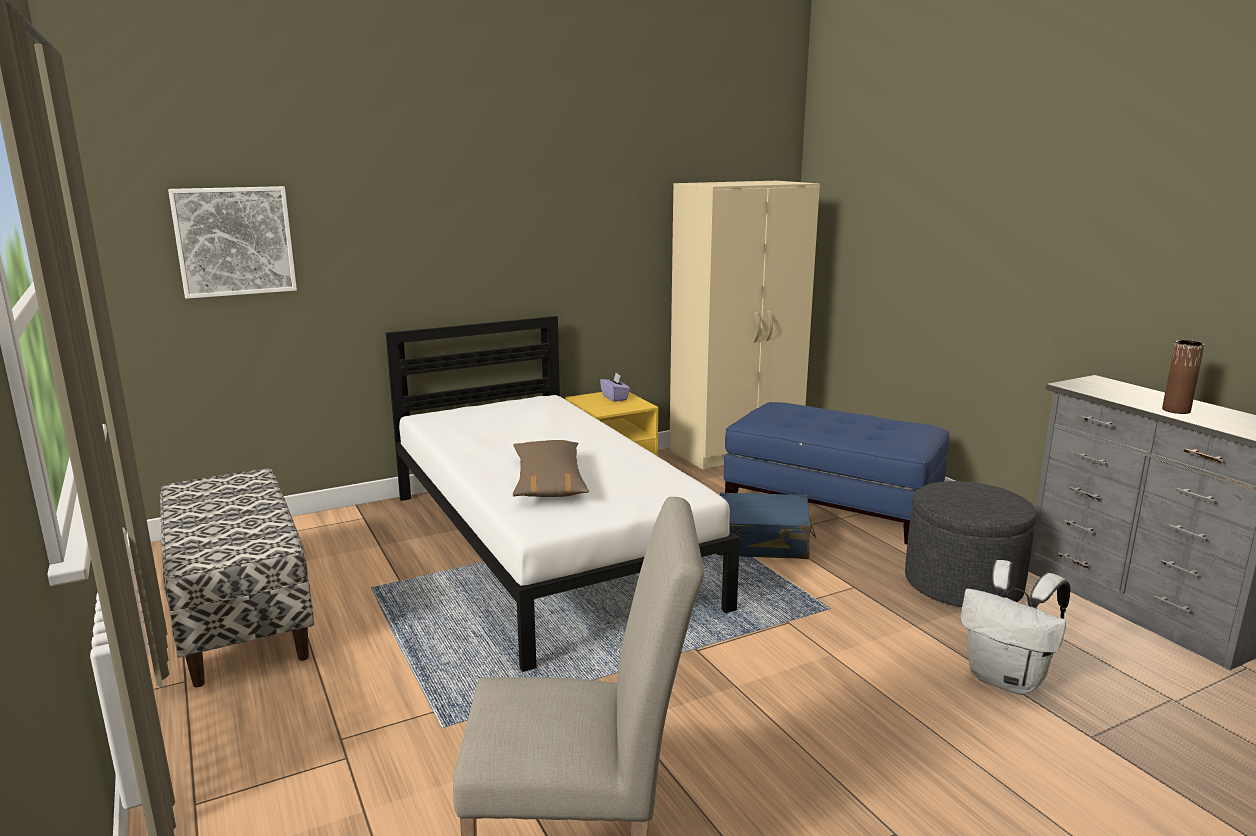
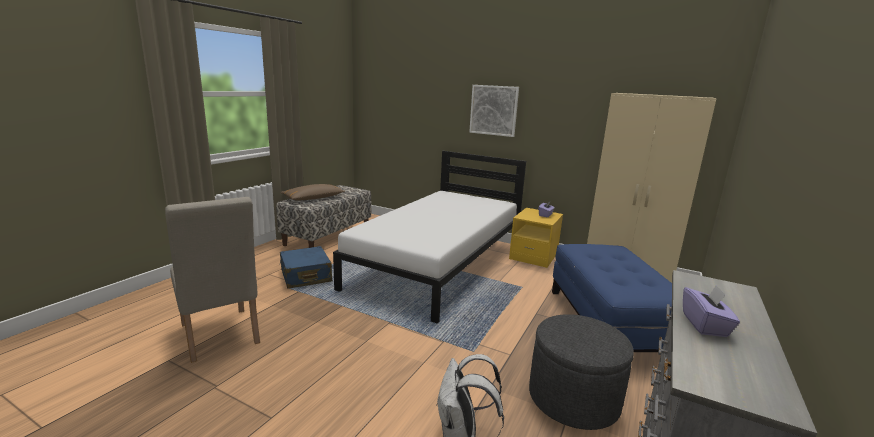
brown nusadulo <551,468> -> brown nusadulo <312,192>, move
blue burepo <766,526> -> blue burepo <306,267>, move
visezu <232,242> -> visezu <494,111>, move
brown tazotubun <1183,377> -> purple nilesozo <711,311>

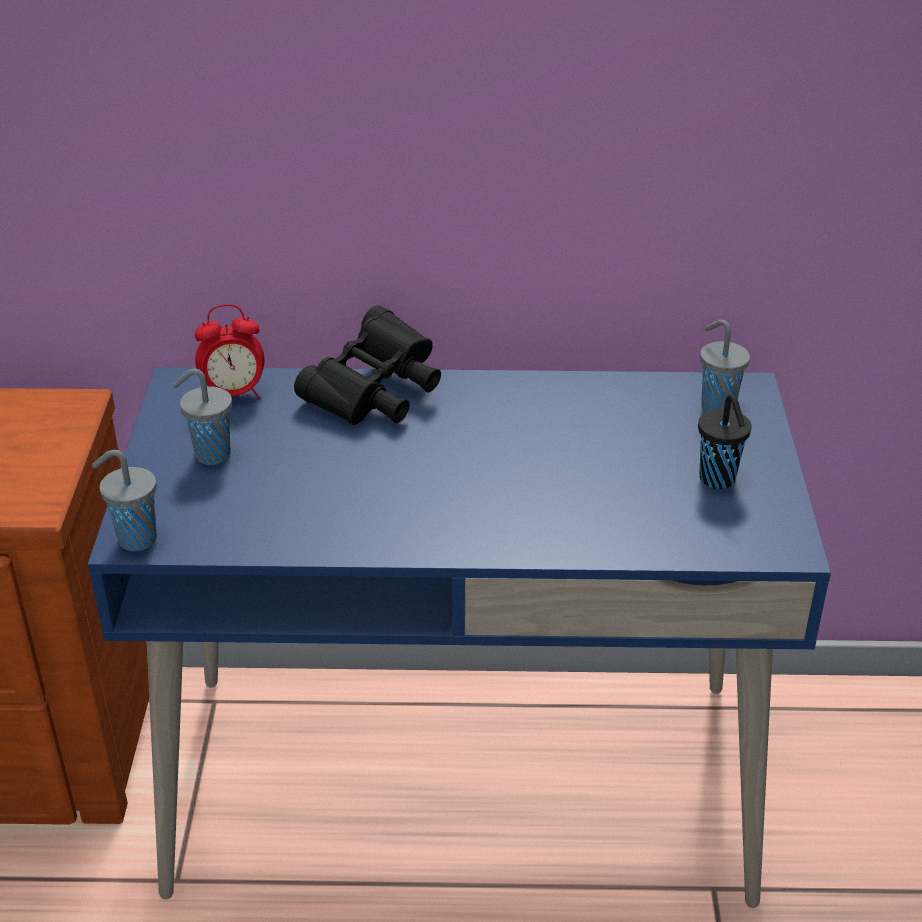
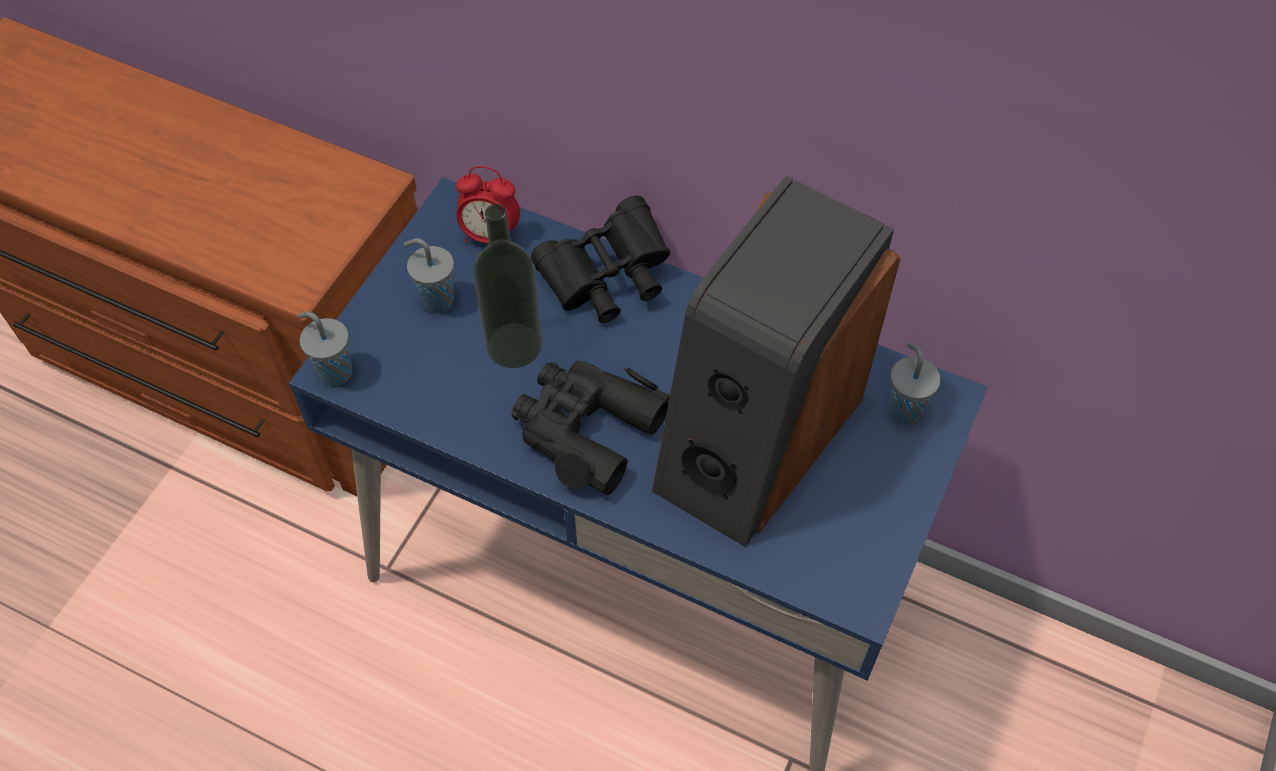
none -> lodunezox <507,286>
none -> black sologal <590,428>
none -> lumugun <776,361>
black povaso <725,441> -> none

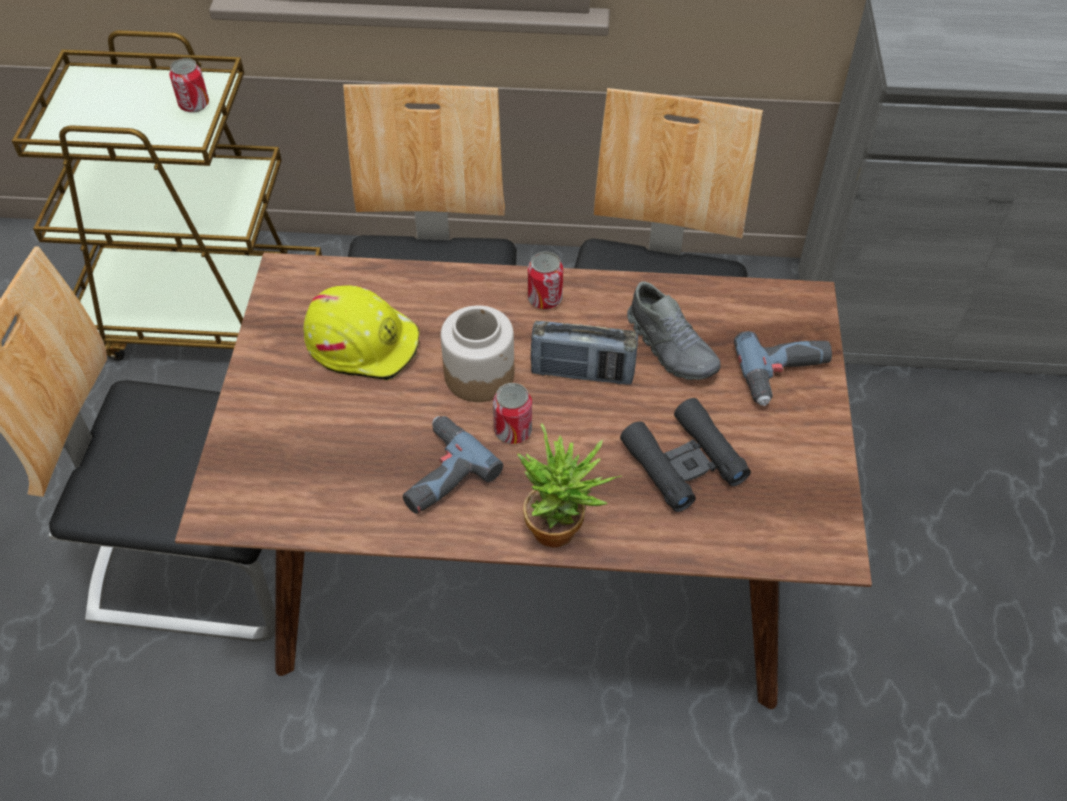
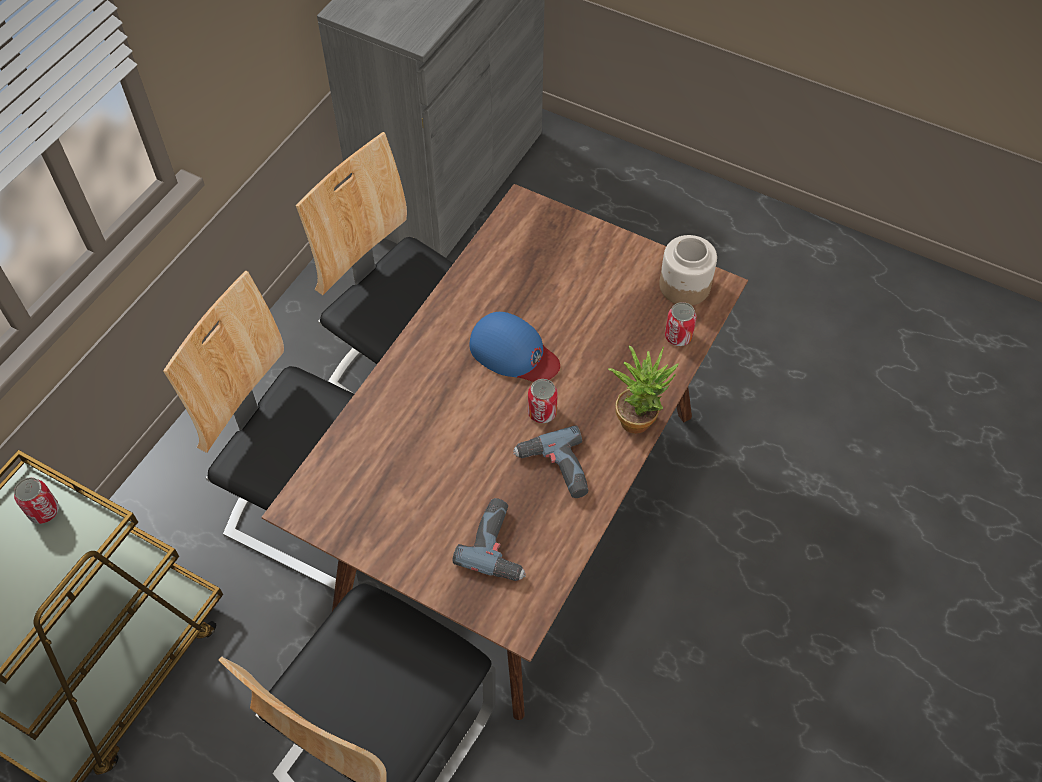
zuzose <783,368> -> zuzose <489,539>, move
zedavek <584,352> -> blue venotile <515,347>
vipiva <477,353> -> vipiva <688,270>, move
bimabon <545,280> -> bimabon <680,324>, move
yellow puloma <361,332> -> none
black sologal <685,455> -> none
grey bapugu <674,330> -> none

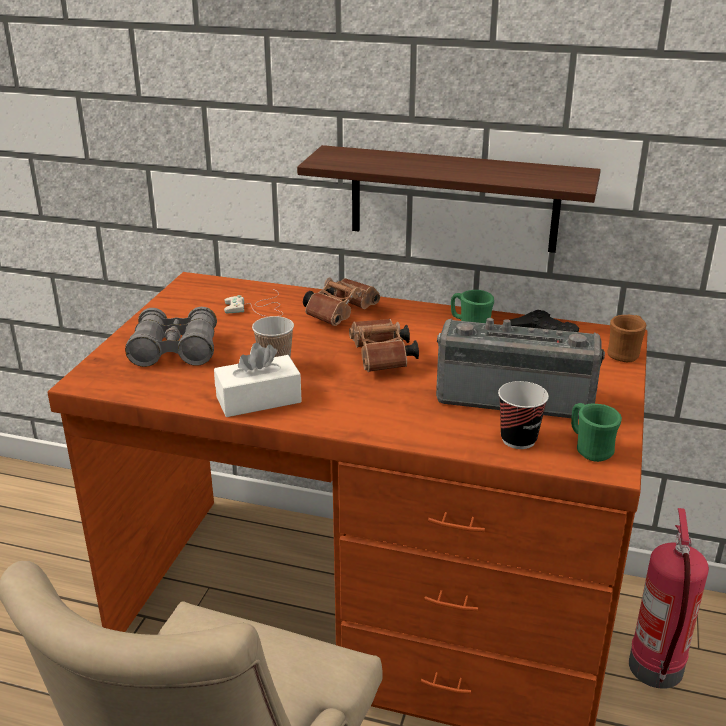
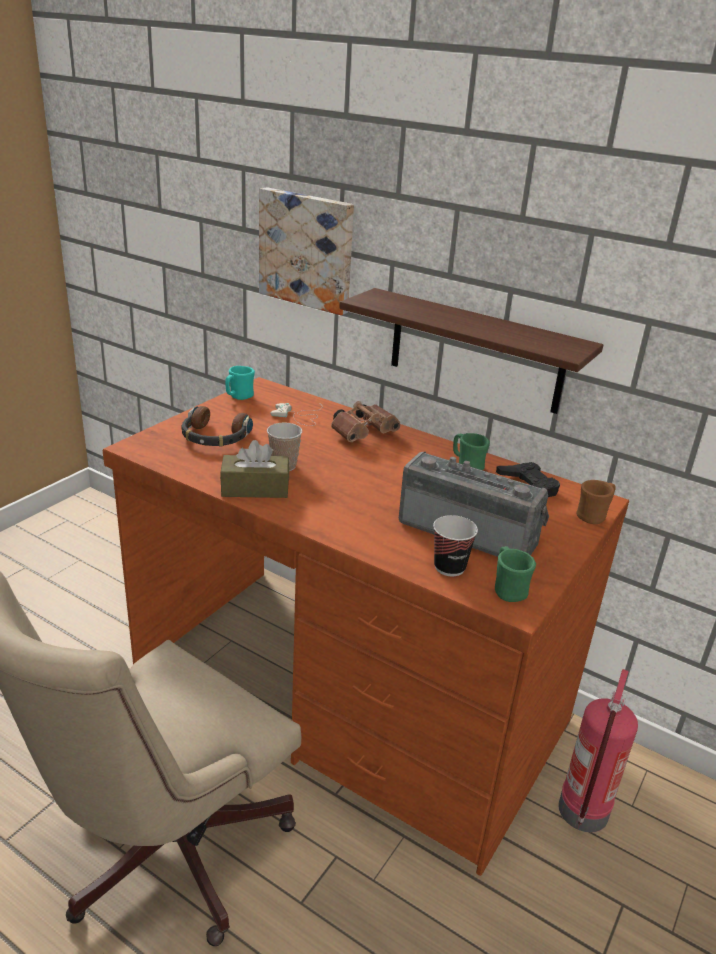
grey sologal <171,337> -> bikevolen <217,426>
white nilesozo <258,380> -> brown nilesozo <254,469>
none -> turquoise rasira <240,383>
none -> visezu <306,251>
brown sologal <384,345> -> none

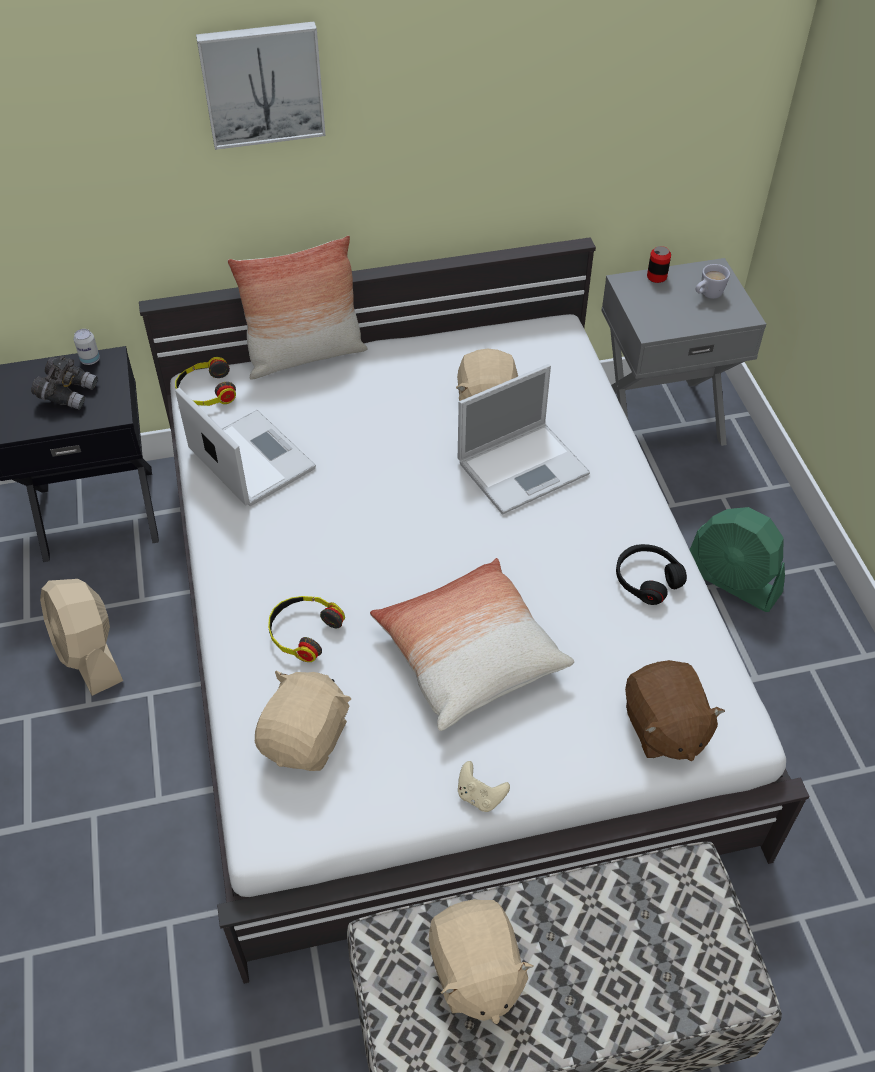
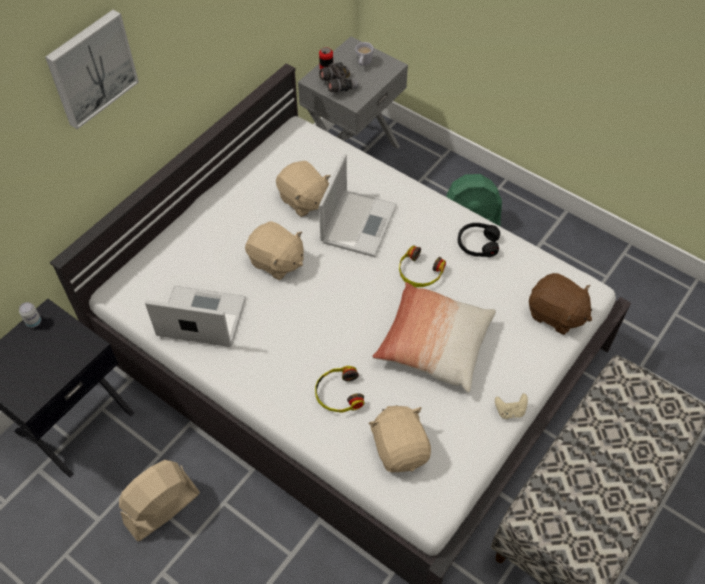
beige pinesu <81,637> -> beige pinesu <159,501>, 120 degrees clockwise
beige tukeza <481,961> -> beige tukeza <274,250>, move
grey sologal <64,383> -> grey sologal <339,77>, move
bikevolen <205,381> -> bikevolen <422,266>, move
nusadulo <298,308> -> none

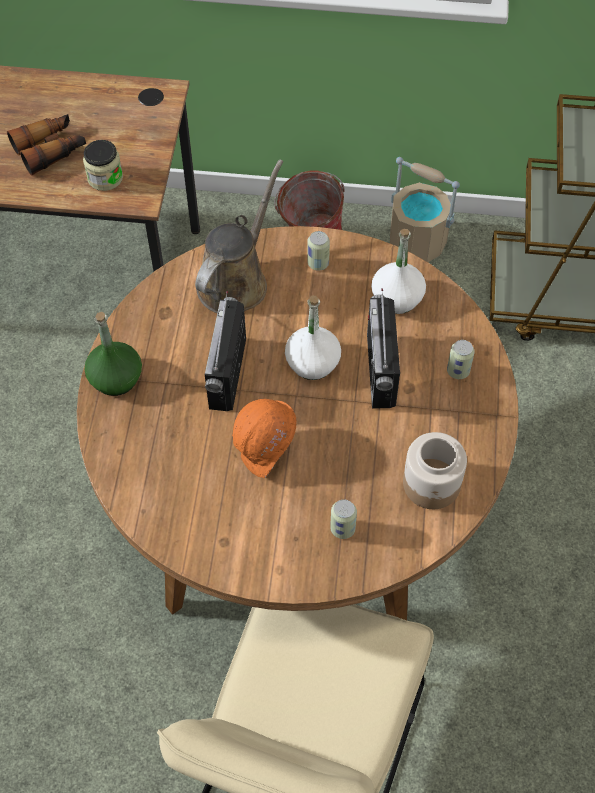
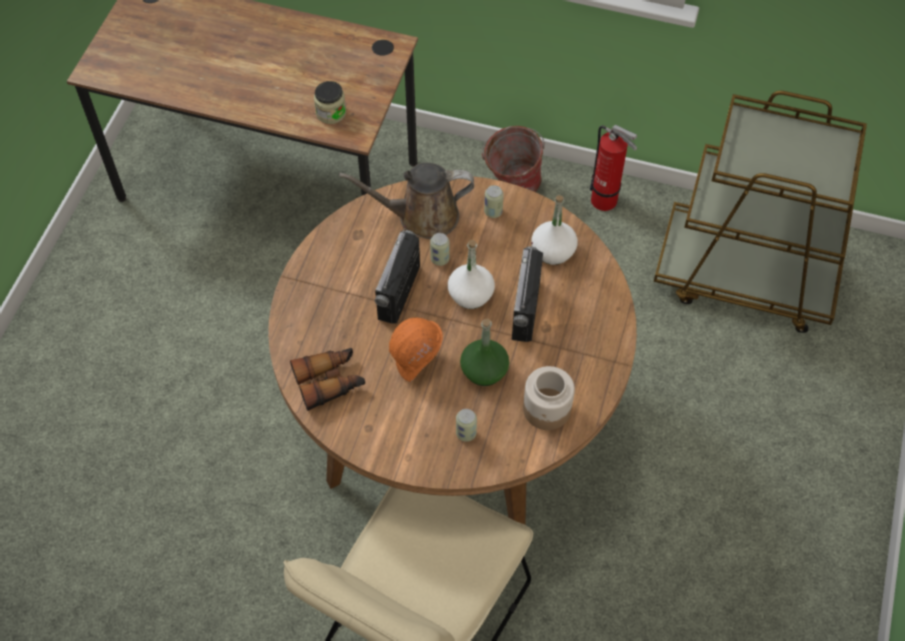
sologal <46,145> -> sologal <327,379>, move
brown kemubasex <239,236> -> brown kemubasex <406,201>, 135 degrees counterclockwise
bimabon <461,359> -> bimabon <440,249>, move
green lodunezox <113,354> -> green lodunezox <484,352>, move
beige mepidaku <425,209> -> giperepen <613,168>

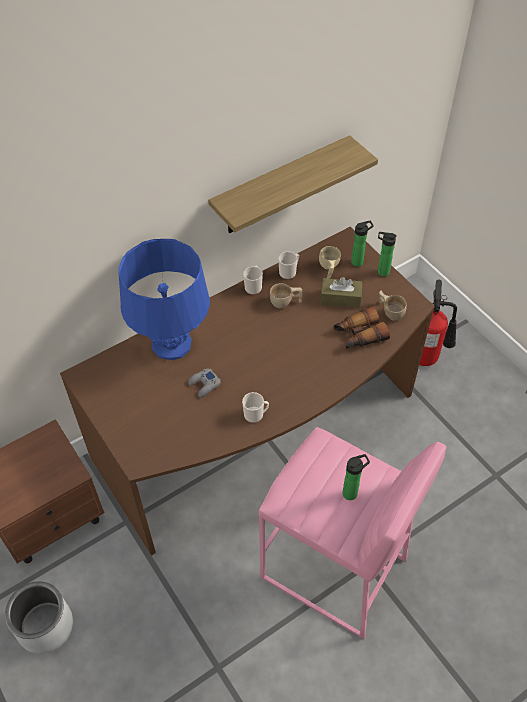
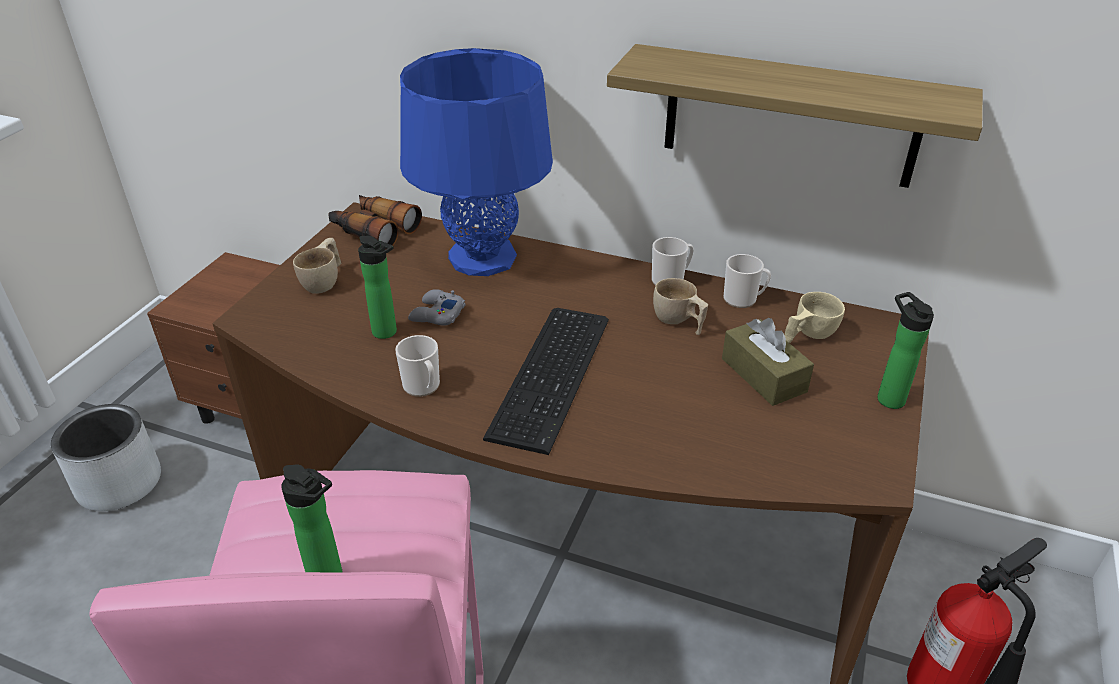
beige povaso <393,306> -> beige povaso <317,266>, move
sologal <361,327> -> sologal <375,222>, move
lodunezox <362,244> -> lodunezox <377,287>, move
none -> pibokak <546,381>

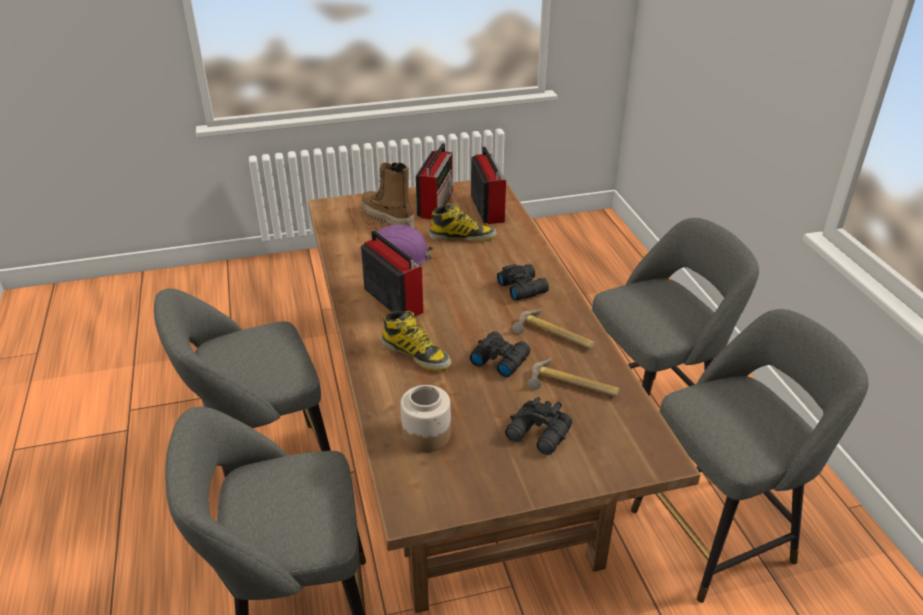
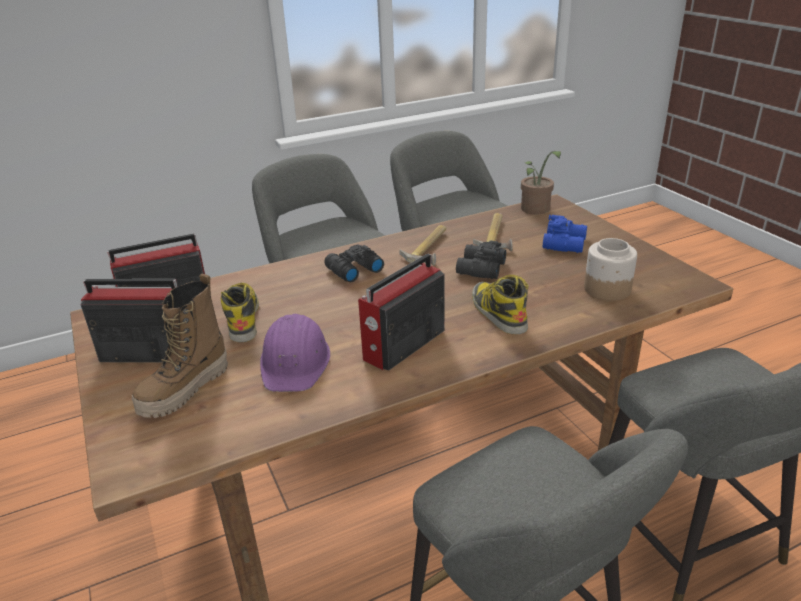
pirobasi <416,340> -> pirobasi <500,304>, 45 degrees counterclockwise
none -> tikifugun <541,183>
black sologal <538,426> -> blue sologal <565,234>

